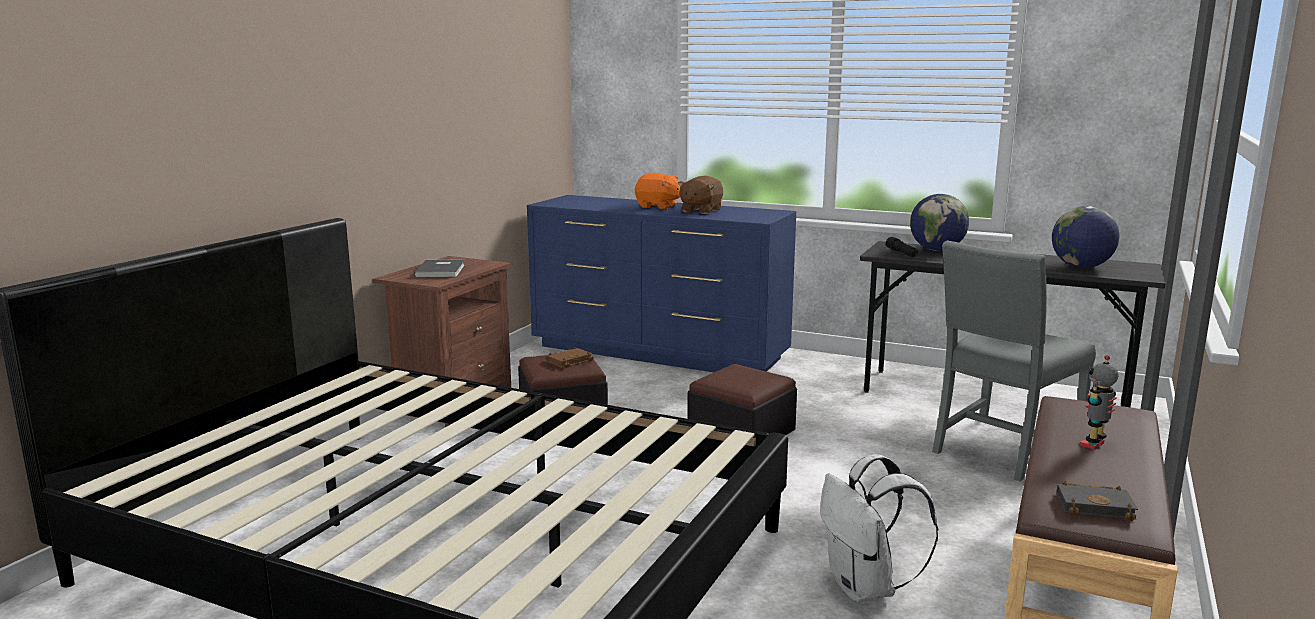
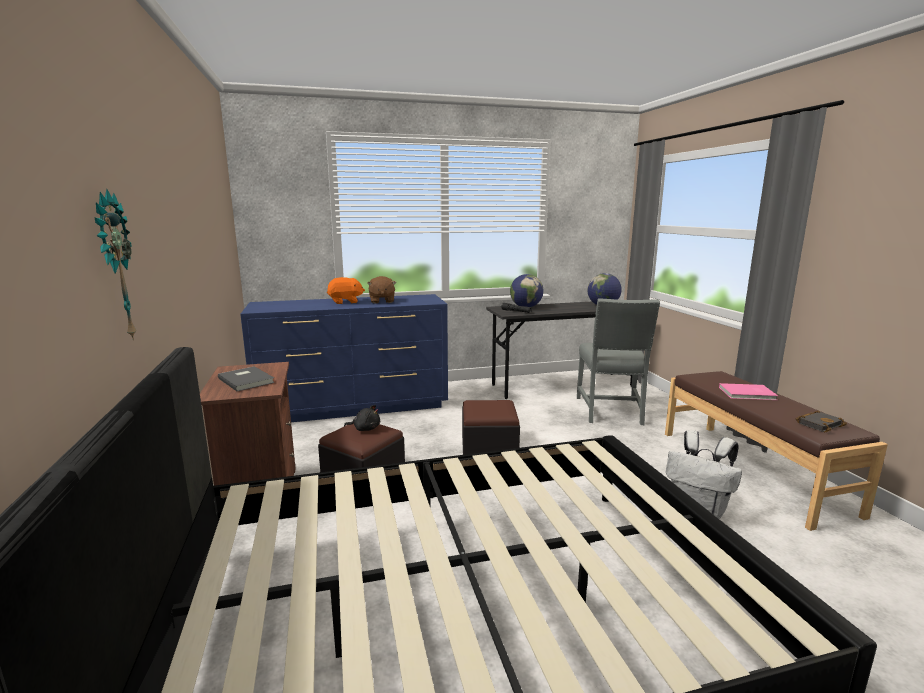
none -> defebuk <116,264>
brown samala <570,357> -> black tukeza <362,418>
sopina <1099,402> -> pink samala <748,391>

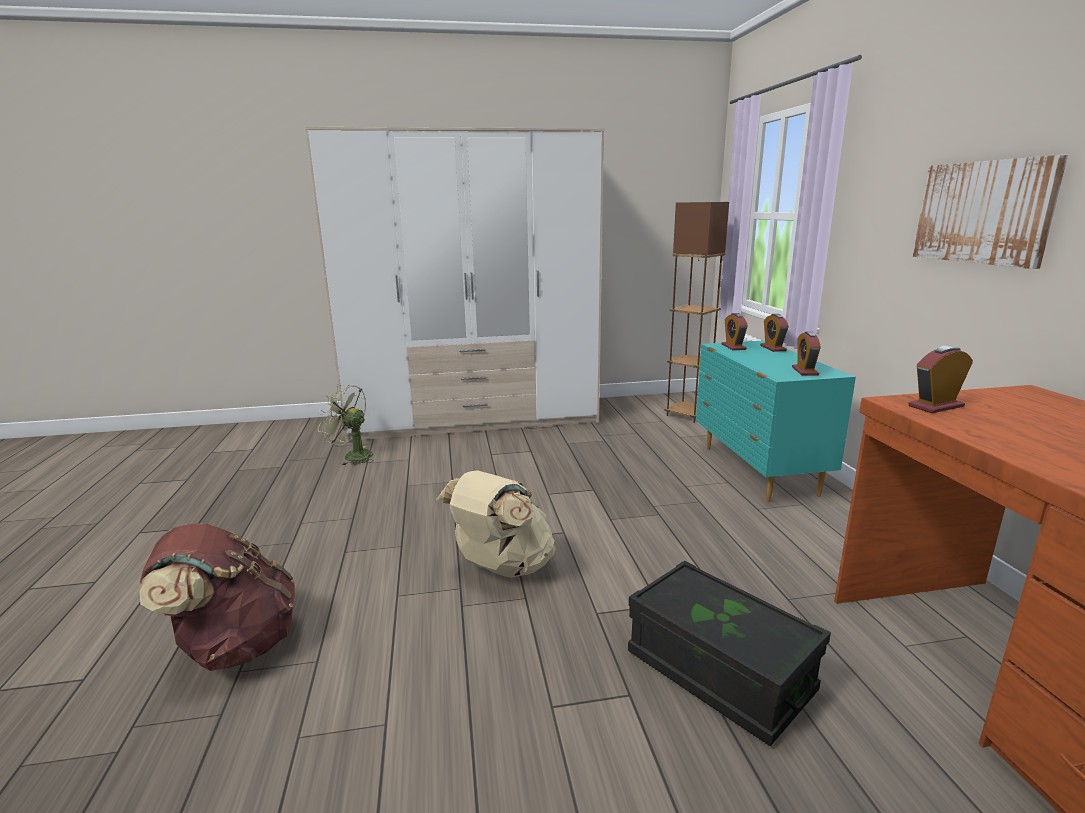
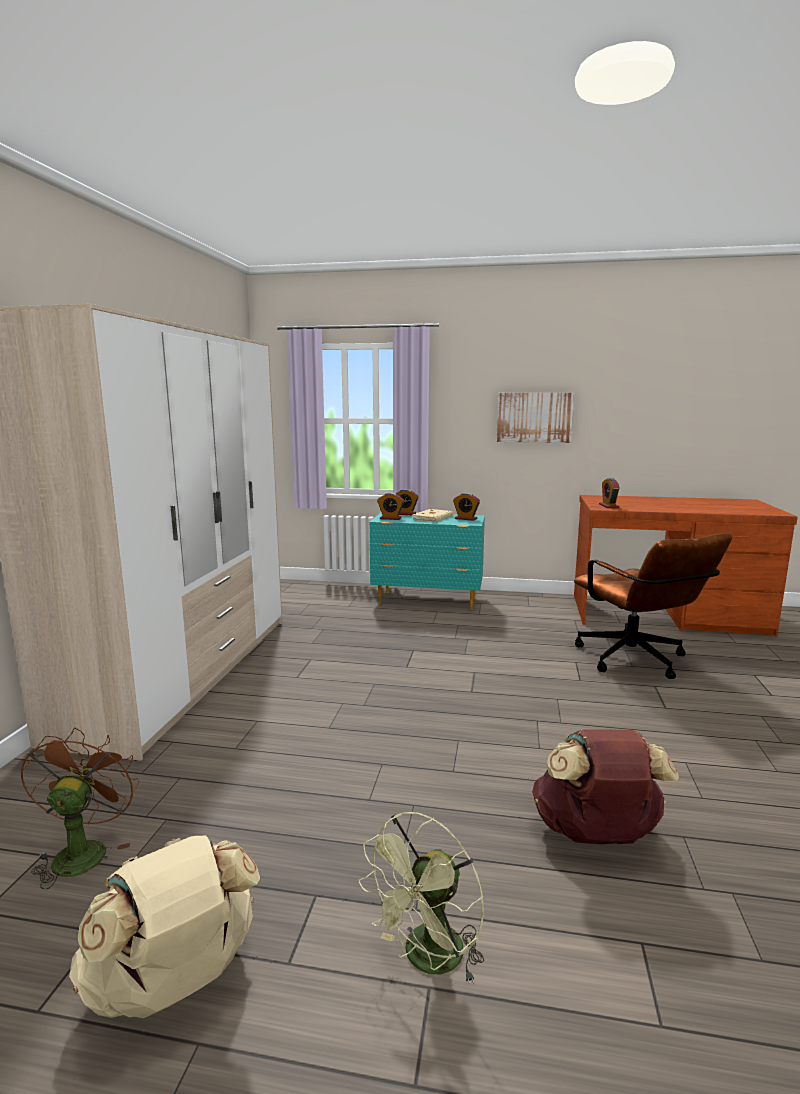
none -> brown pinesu <79,808>
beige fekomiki <496,524> -> beige fekomiki <164,926>, move
green pinesu <346,425> -> green pinesu <421,898>, move
none -> beige samala <432,515>
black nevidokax <729,653> -> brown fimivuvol <653,606>
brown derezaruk <696,312> -> none

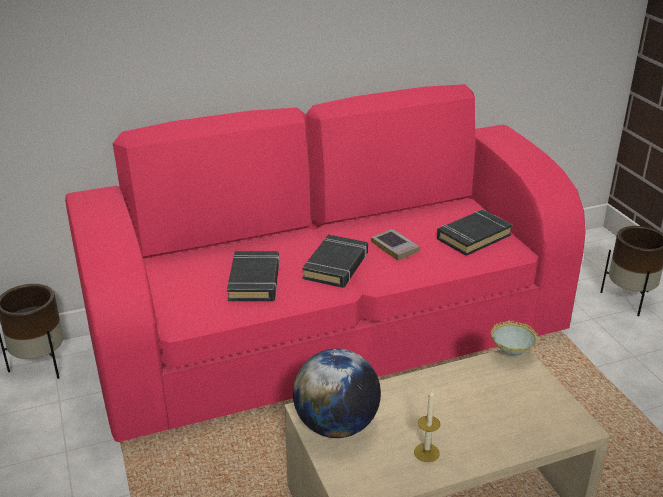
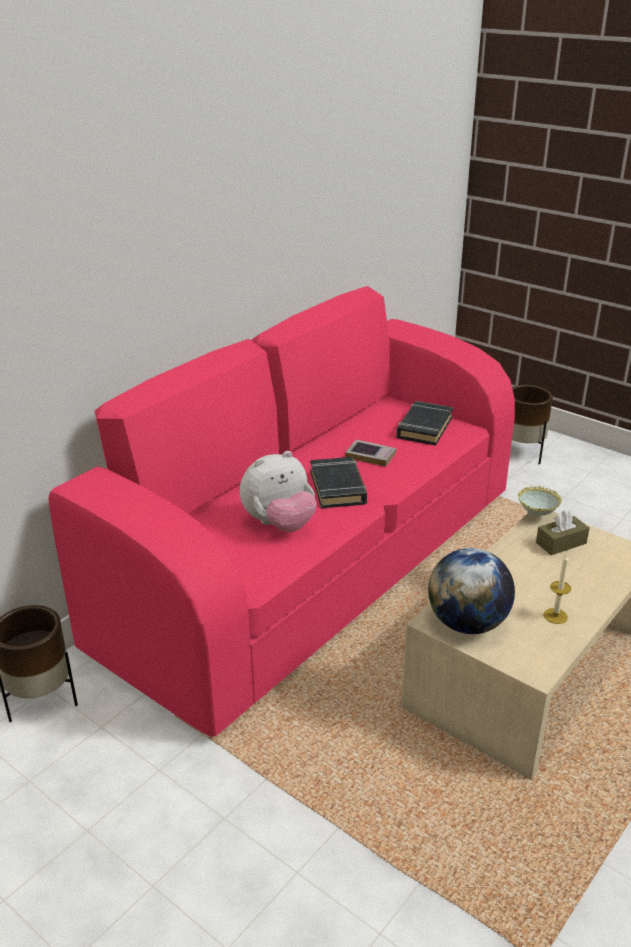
black samala <253,276> -> tukeza <278,491>
none -> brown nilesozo <563,532>

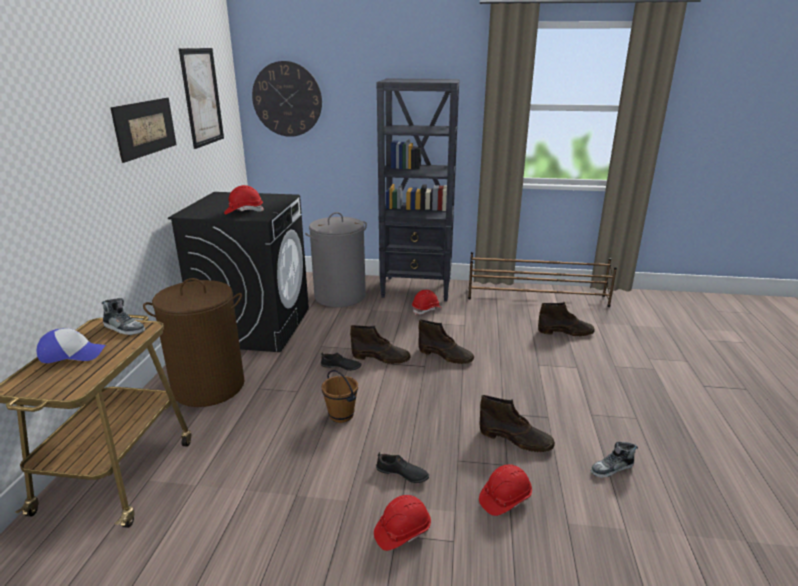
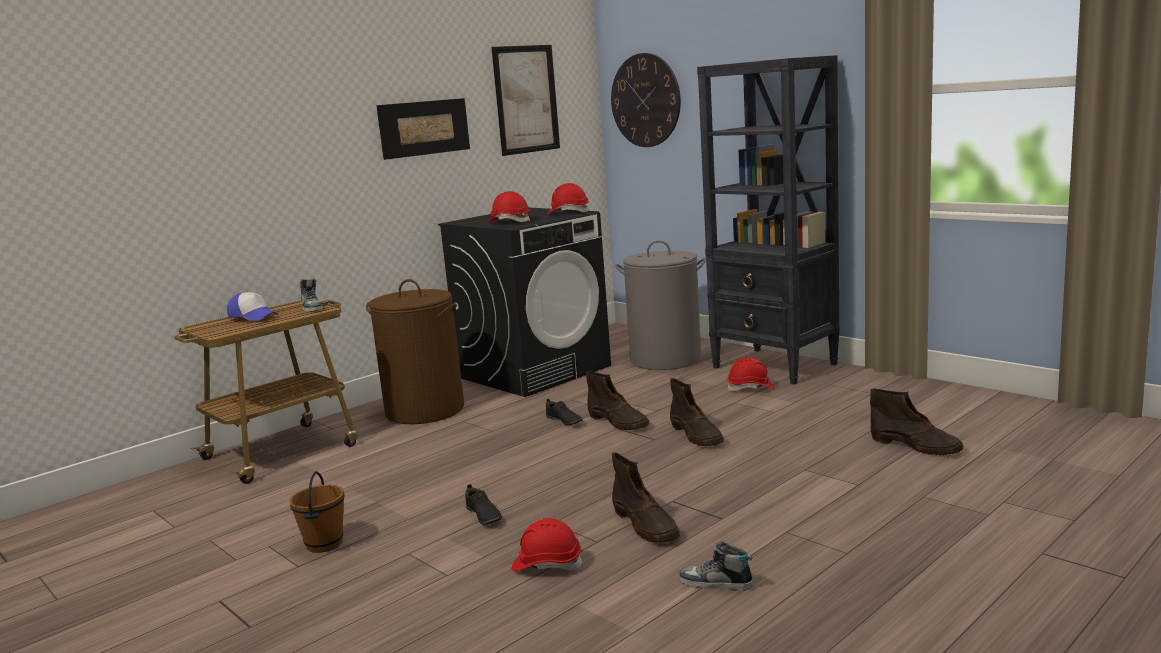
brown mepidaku <340,396> -> brown mepidaku <317,512>, move
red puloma <402,523> -> red puloma <568,199>, move
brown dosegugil <542,279> -> none

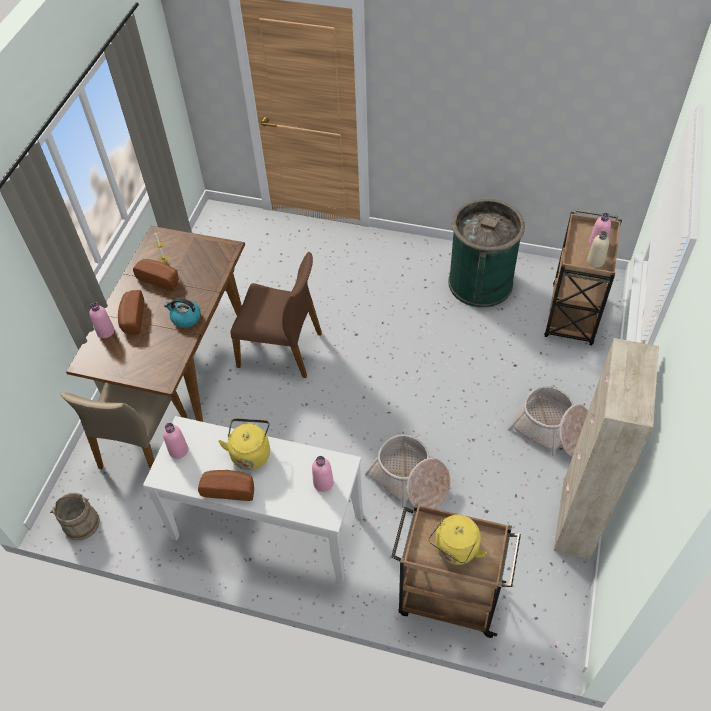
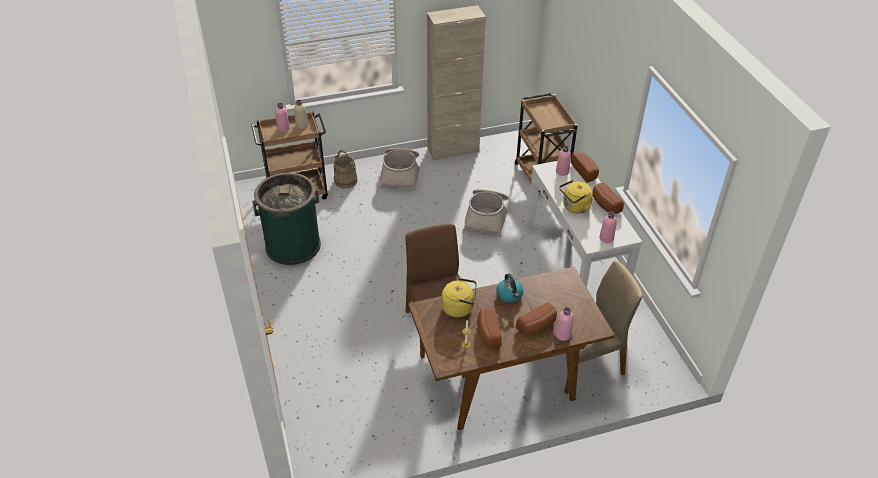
beige mepidaku <75,516> -> beige mepidaku <345,169>, move
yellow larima <457,540> -> yellow larima <459,297>, move
none -> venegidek <585,167>

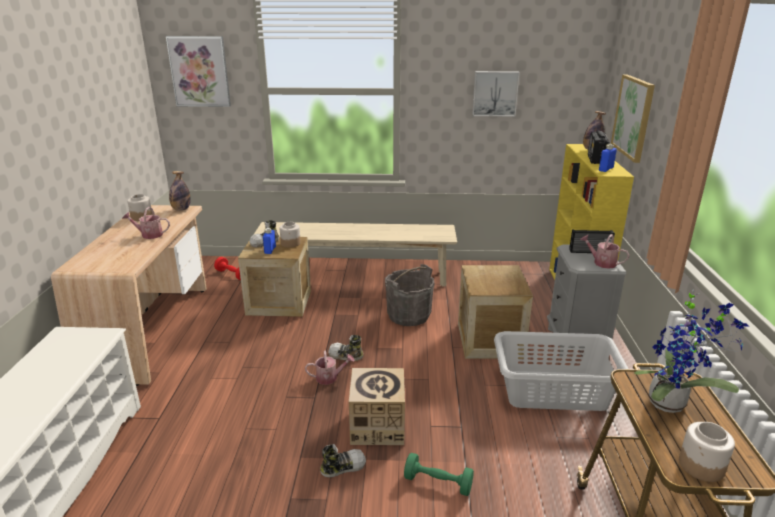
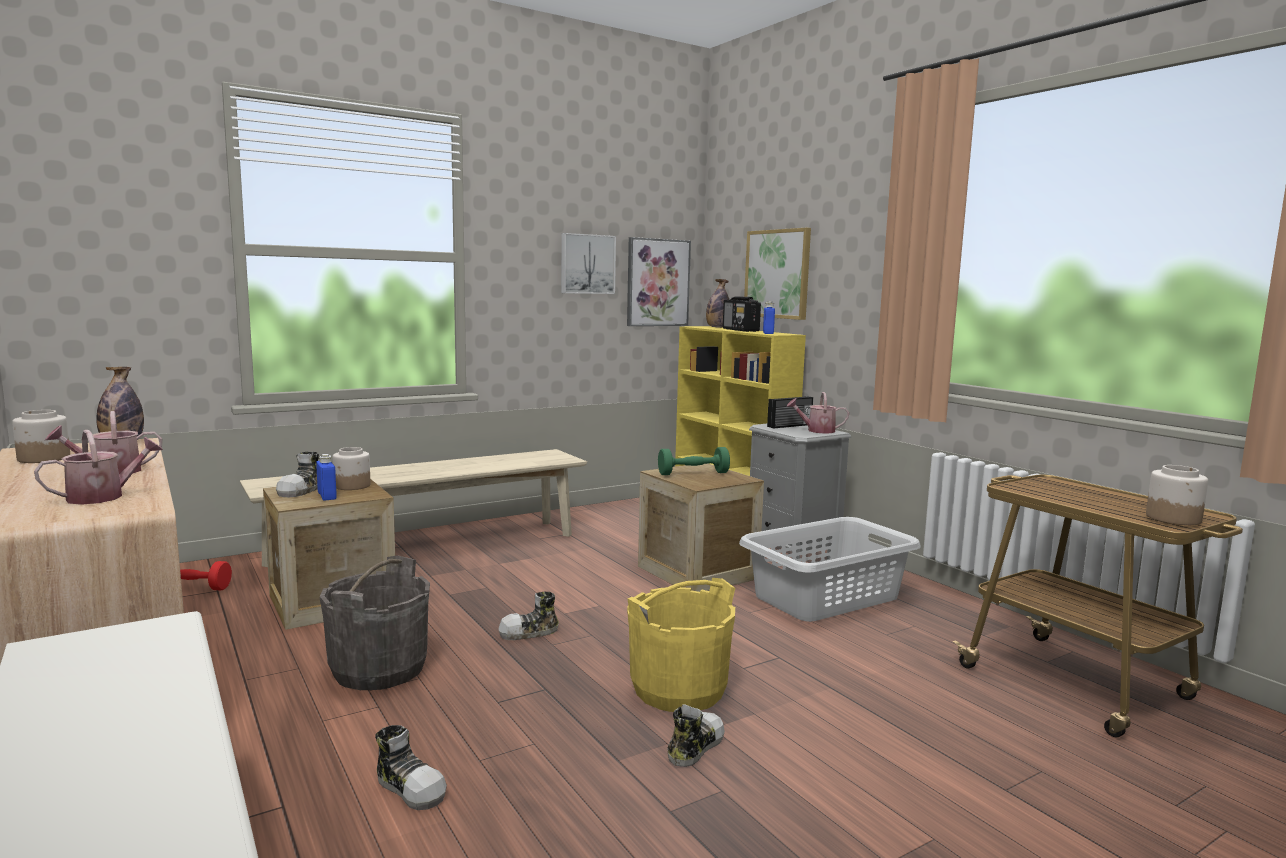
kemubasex <330,368> -> kemubasex <98,467>, move
grey mepidaku <410,295> -> grey mepidaku <375,622>, move
none -> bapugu <411,767>
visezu <198,71> -> visezu <659,281>, move
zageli <377,406> -> yellow mepidaku <681,645>
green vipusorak <439,474> -> green vipusorak <694,461>, move
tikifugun <692,351> -> none

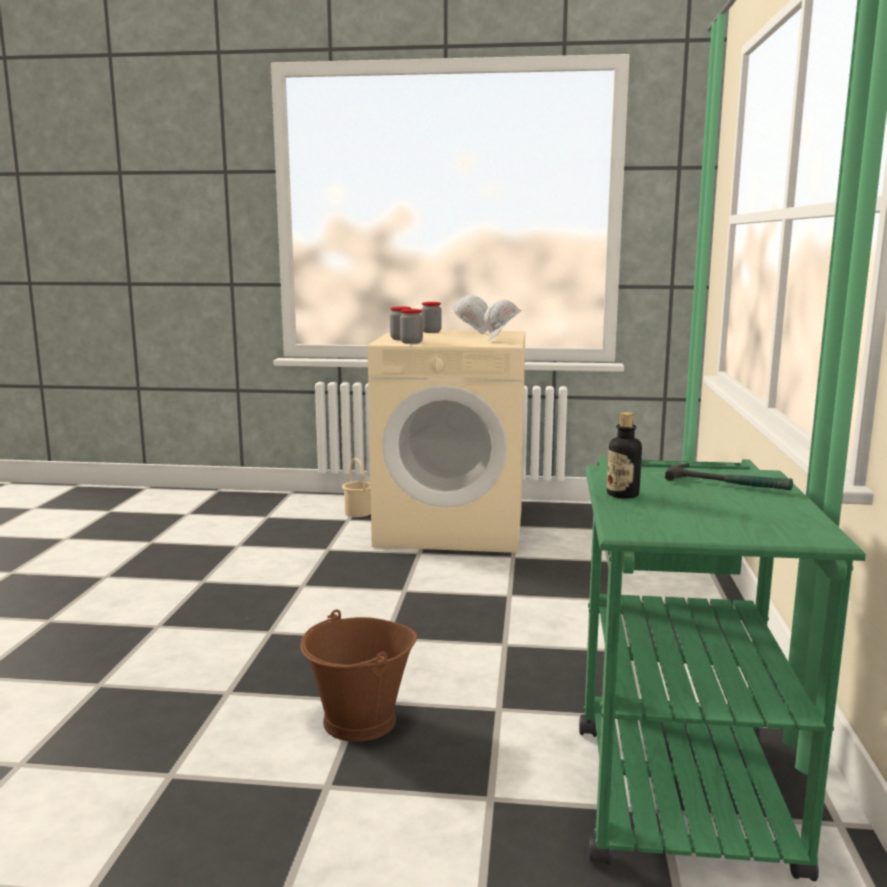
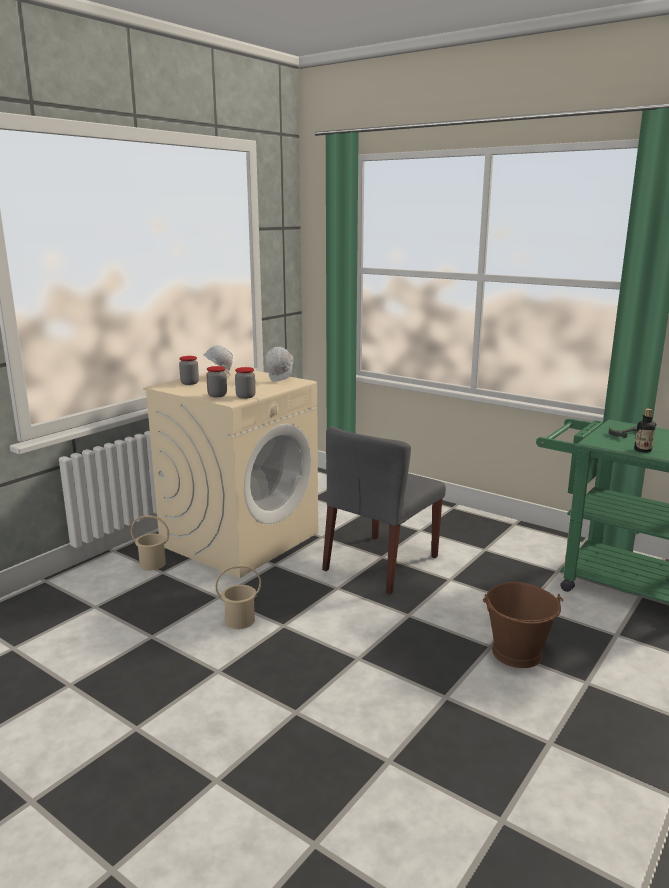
none -> beige mepidaku <238,597>
none -> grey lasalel <384,510>

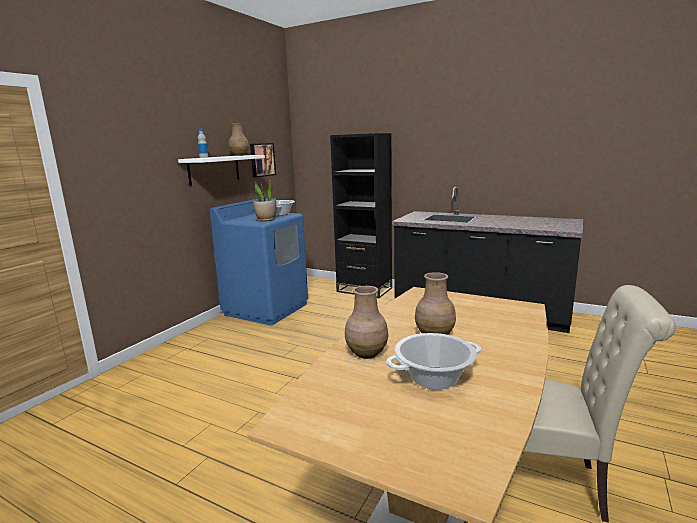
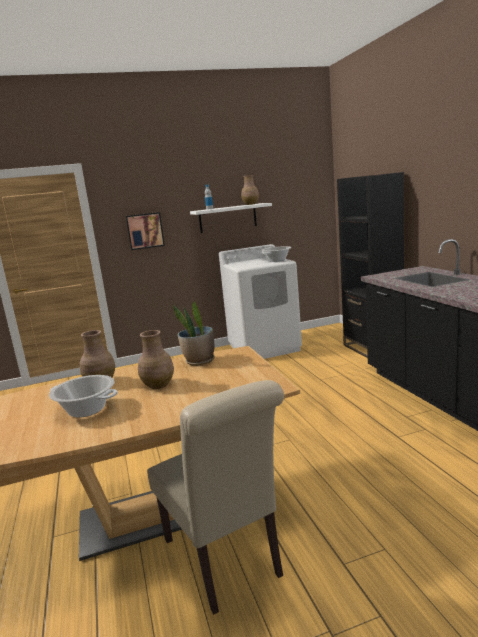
visezu <263,160> -> visezu <145,231>, move
tikifugun <264,199> -> tikifugun <194,333>, move
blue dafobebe <259,262> -> white dafobebe <260,301>

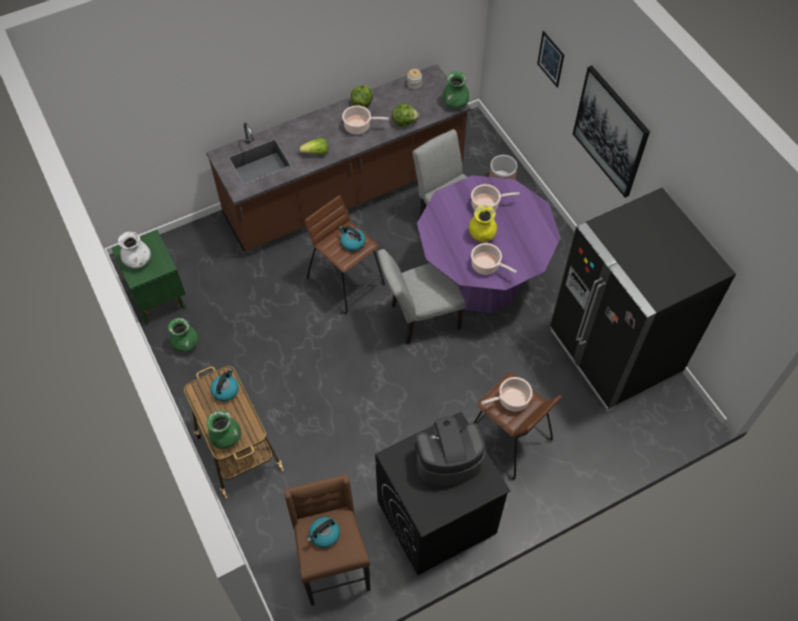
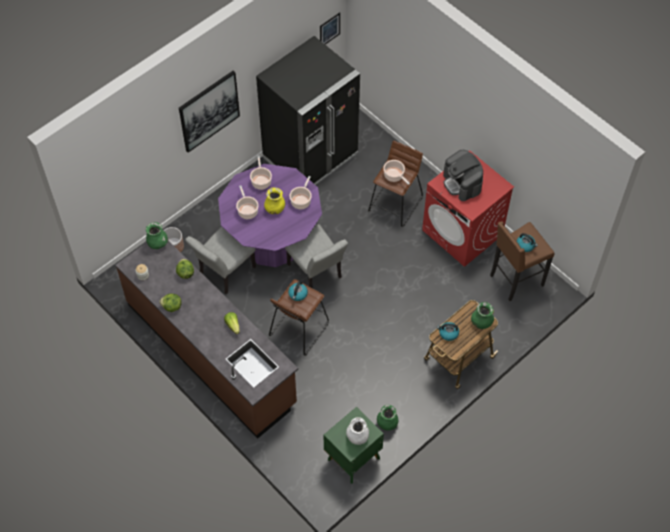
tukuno <365,120> -> tukuno <261,173>, move
visezu <550,59> -> visezu <330,28>, move
black dafobebe <442,493> -> red dafobebe <468,208>

